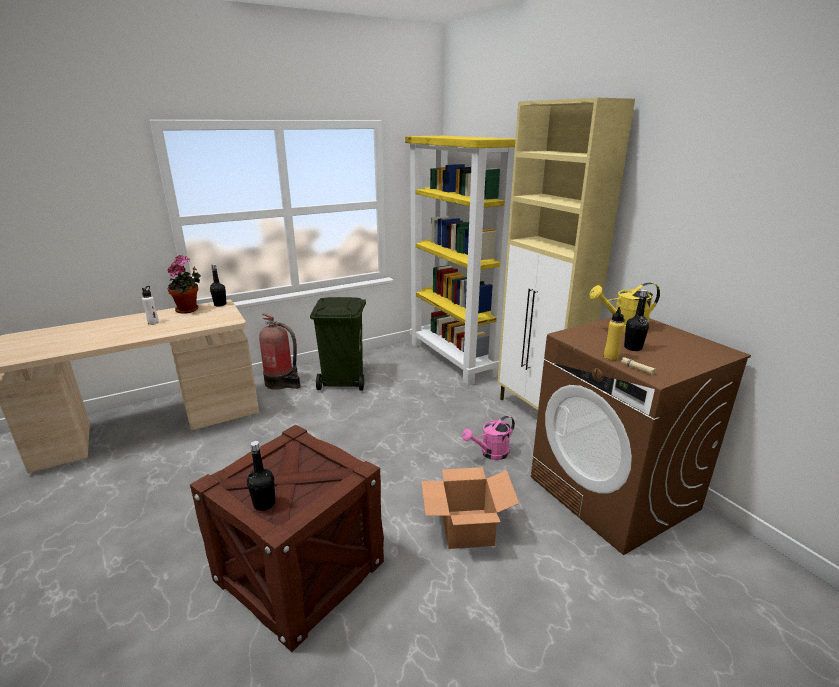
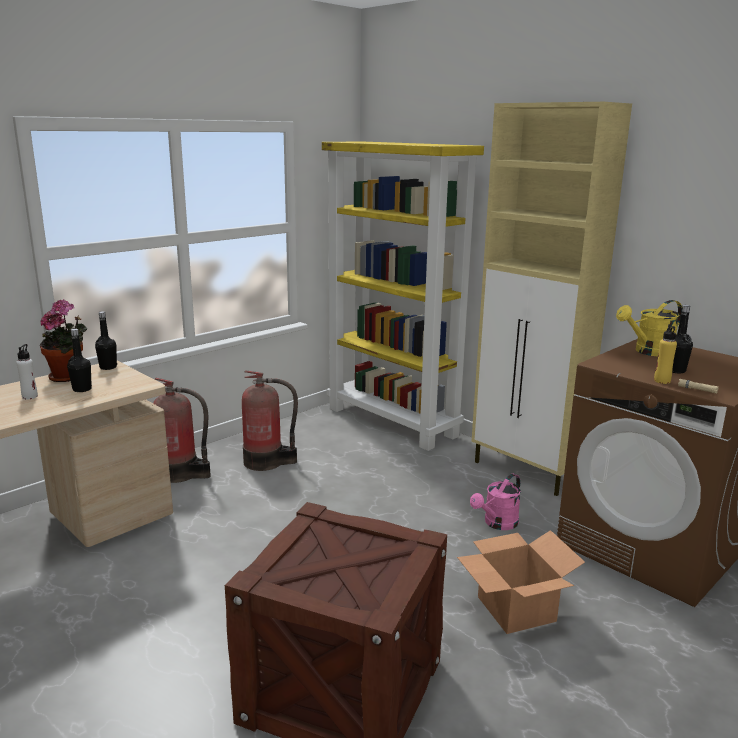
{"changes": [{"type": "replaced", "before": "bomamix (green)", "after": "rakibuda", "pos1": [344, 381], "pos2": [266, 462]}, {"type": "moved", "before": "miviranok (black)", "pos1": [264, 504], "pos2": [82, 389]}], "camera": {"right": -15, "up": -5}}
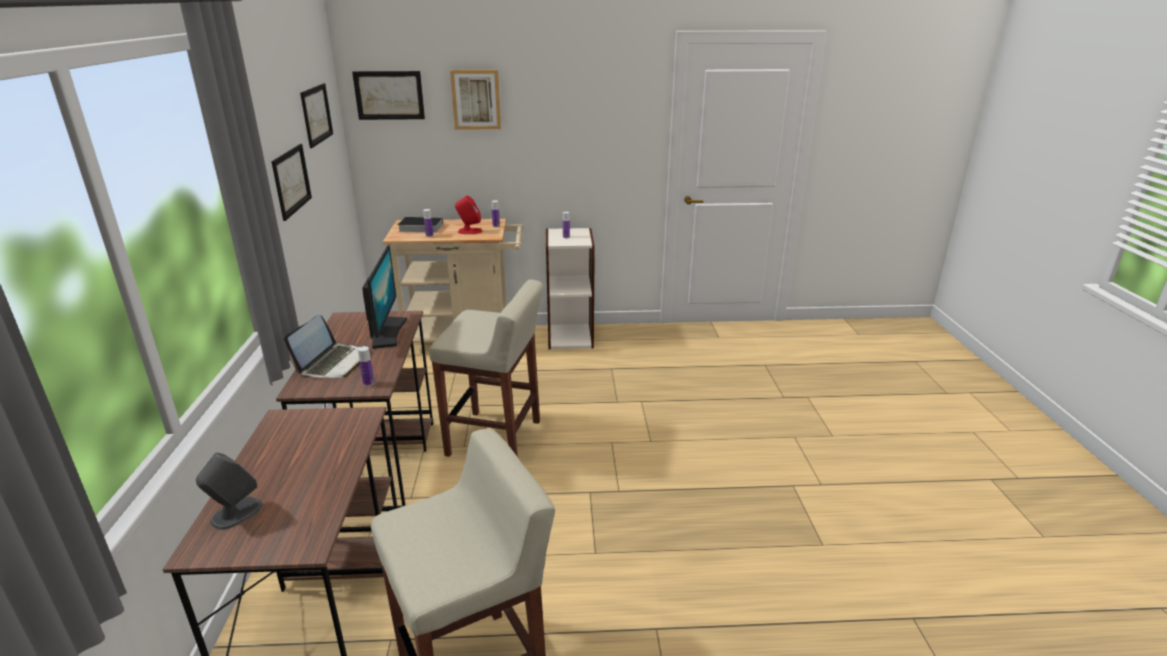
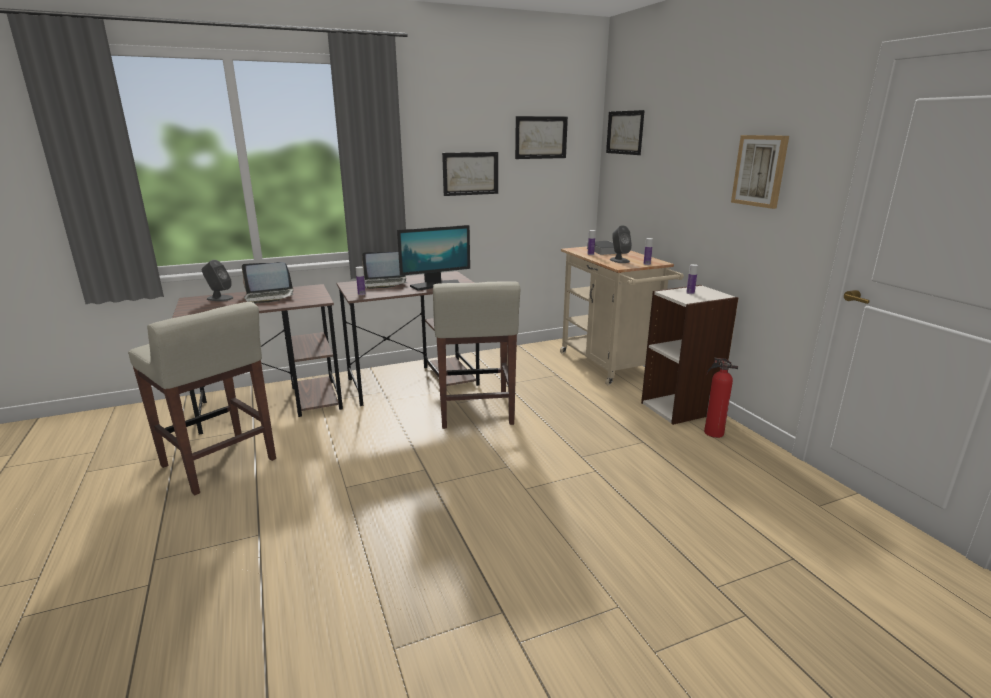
{"changes": [{"type": "moved", "before": "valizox", "pos1": [476, 99], "pos2": [760, 171]}, {"type": "recoloured", "before": "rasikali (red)", "after": "rasikali (grey)", "pos1": [469, 231], "pos2": [619, 260]}, {"type": "added", "after": "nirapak", "pos2": [269, 297]}, {"type": "added", "after": "rakibuda", "pos2": [712, 432]}], "camera": {"right": 70, "up": -5}}
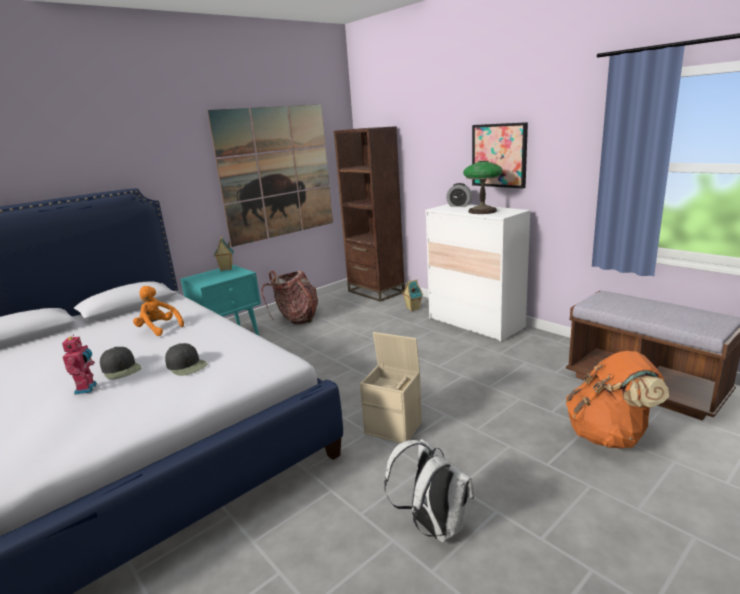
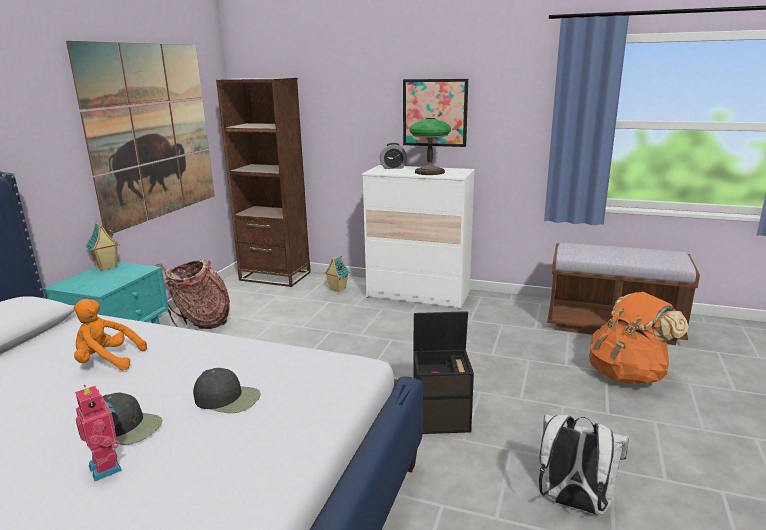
{"changes": [{"type": "recoloured", "before": "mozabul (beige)", "after": "mozabul (black)", "pos1": [394, 427], "pos2": [442, 418]}], "camera": {"right": -30, "up": 0}}
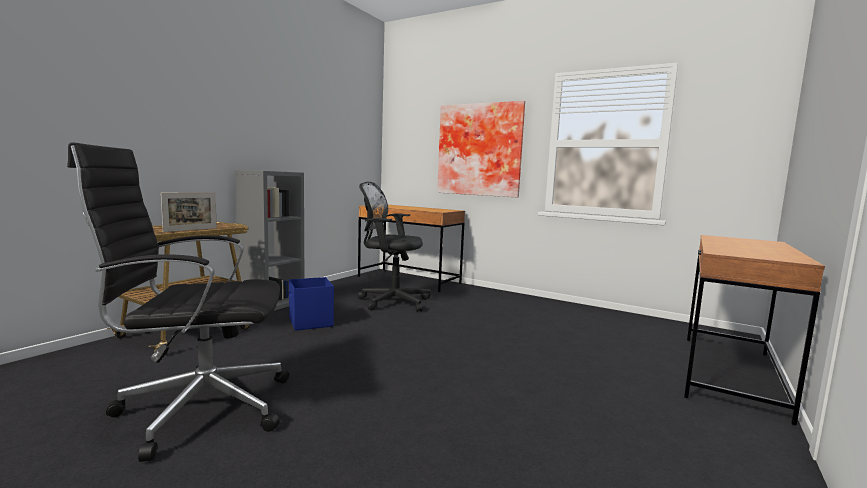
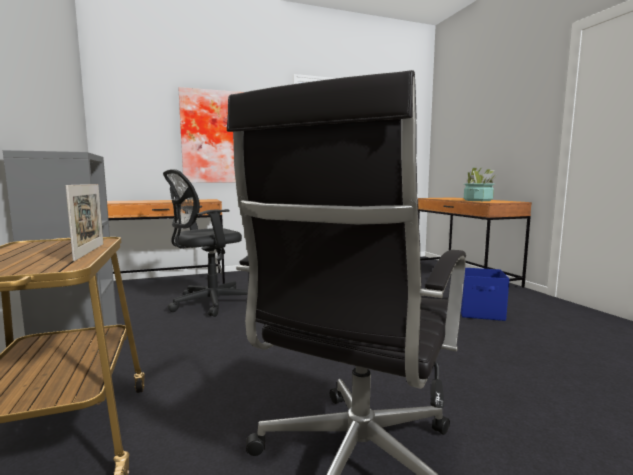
{"changes": [{"type": "moved", "before": "mozabul (blue)", "pos1": [310, 322], "pos2": [481, 313]}, {"type": "added", "after": "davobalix", "pos2": [478, 200]}], "camera": {"right": -50, "up": 0}}
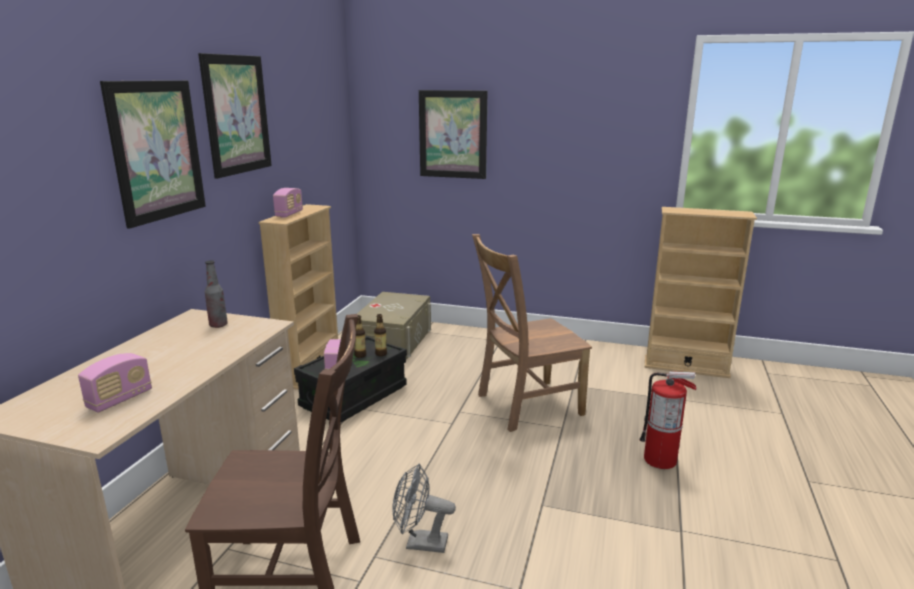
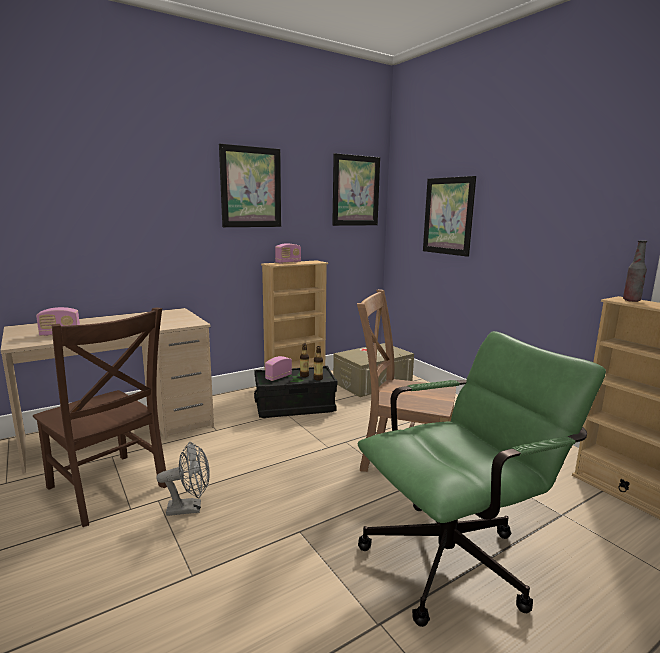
{"changes": [{"type": "moved", "before": "valizox", "pos1": [157, 151], "pos2": [356, 191]}, {"type": "moved", "before": "miviranok", "pos1": [218, 325], "pos2": [631, 300]}, {"type": "replaced", "before": "rakibuda", "after": "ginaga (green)", "pos1": [660, 460], "pos2": [458, 556]}, {"type": "turned", "before": "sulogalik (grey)", "pos1": [420, 543], "pos2": [190, 508], "turn": 120}], "camera": {"right": 40, "up": -5}}
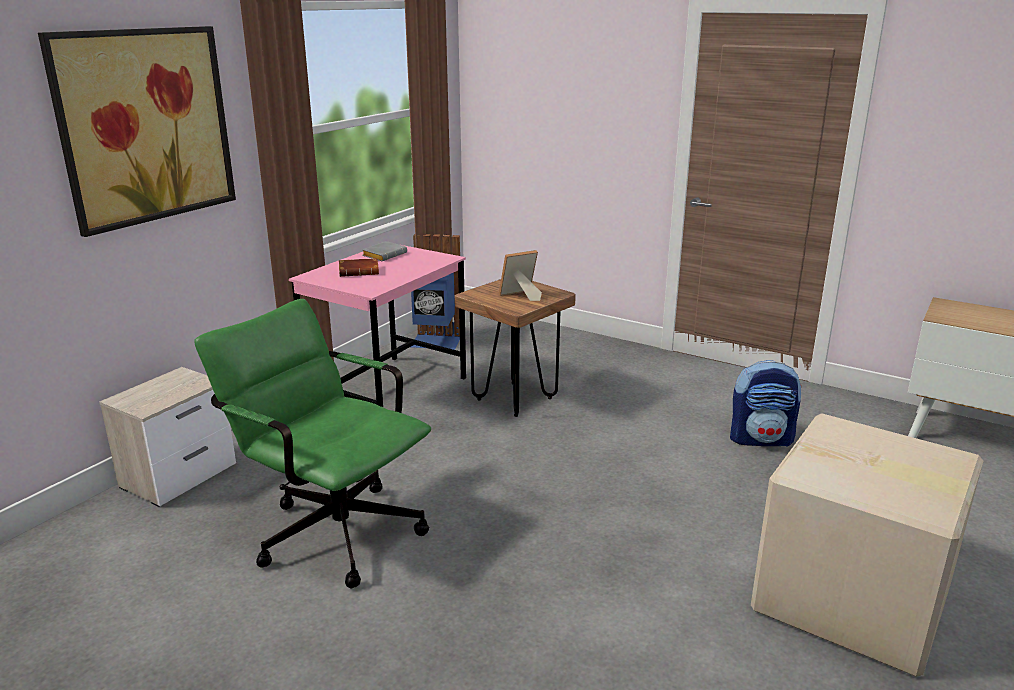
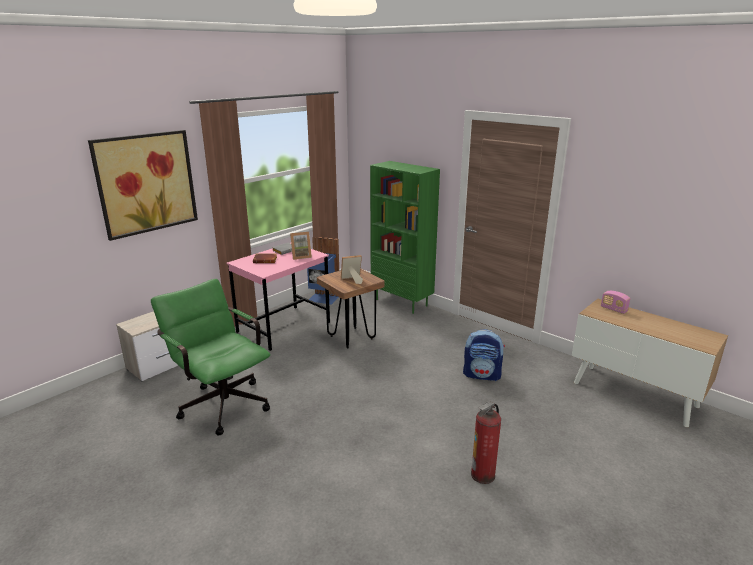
{"changes": [{"type": "replaced", "before": "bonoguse", "after": "rakibuda", "pos1": [853, 601], "pos2": [483, 475]}, {"type": "added", "after": "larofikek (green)", "pos2": [402, 302]}, {"type": "added", "after": "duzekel", "pos2": [301, 256]}, {"type": "added", "after": "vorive", "pos2": [613, 309]}], "camera": {"right": 10, "up": 0}}
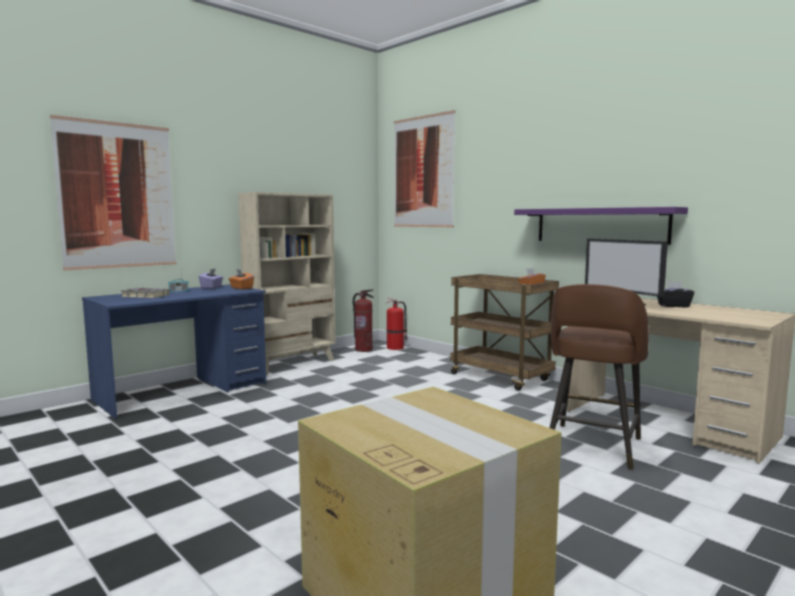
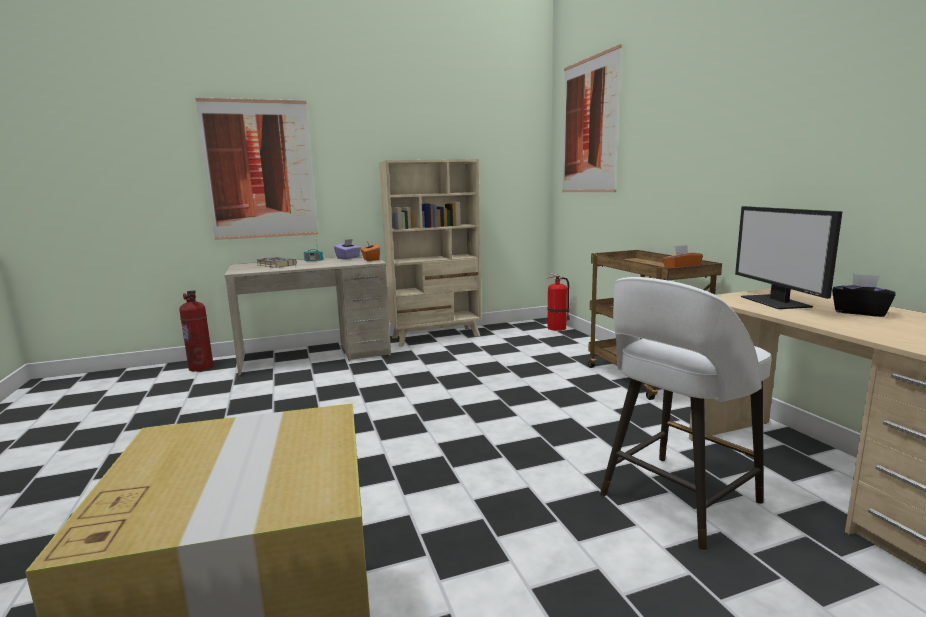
{"changes": [{"type": "removed", "before": "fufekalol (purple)", "pos1": [600, 225]}, {"type": "recoloured", "before": "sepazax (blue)", "after": "sepazax (beige)", "pos1": [183, 391], "pos2": [316, 355]}, {"type": "recoloured", "before": "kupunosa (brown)", "after": "kupunosa (white)", "pos1": [592, 447], "pos2": [676, 500]}, {"type": "moved", "before": "rakibuda", "pos1": [363, 349], "pos2": [201, 367]}], "camera": {"right": 25, "up": 5}}
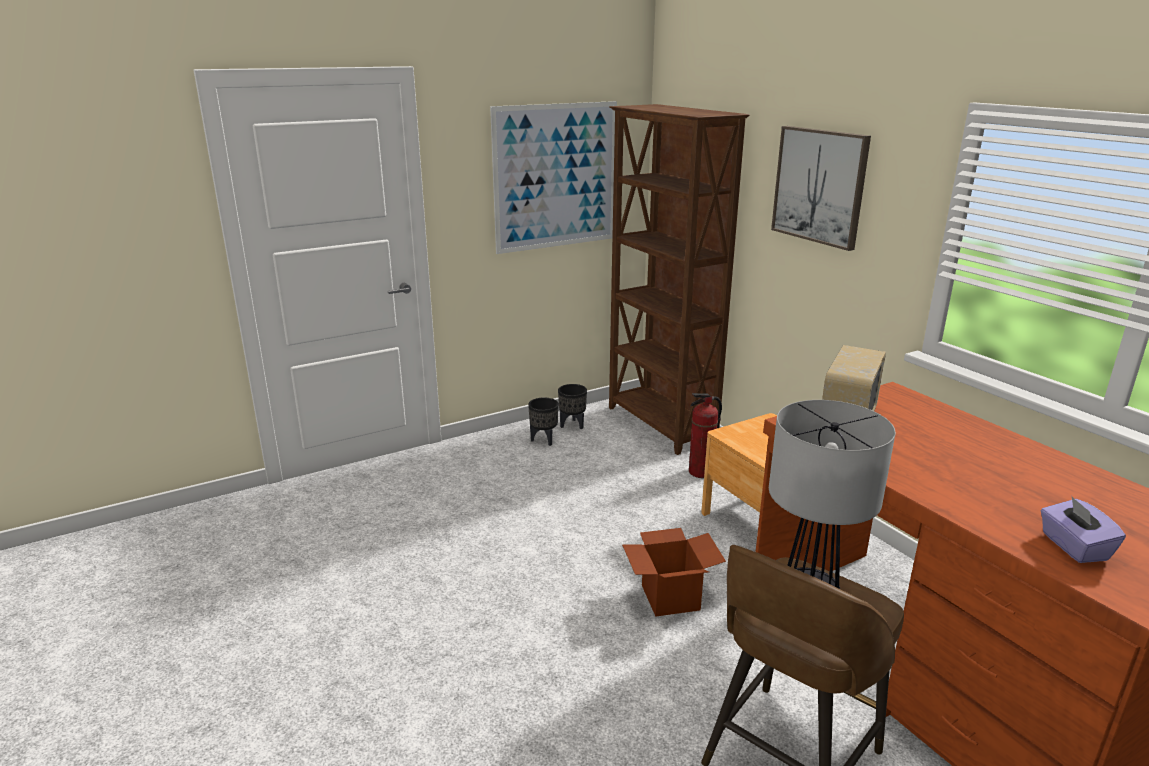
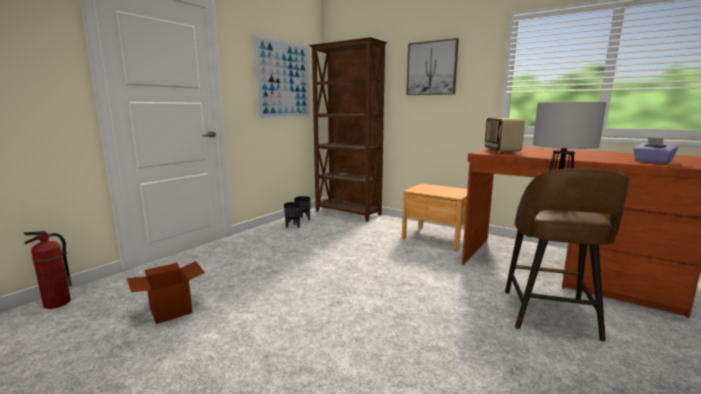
{"changes": [{"type": "moved", "before": "rakibuda", "pos1": [700, 472], "pos2": [57, 303]}, {"type": "moved", "before": "bonoguse", "pos1": [670, 597], "pos2": [171, 310]}], "camera": {"right": -25, "up": -10}}
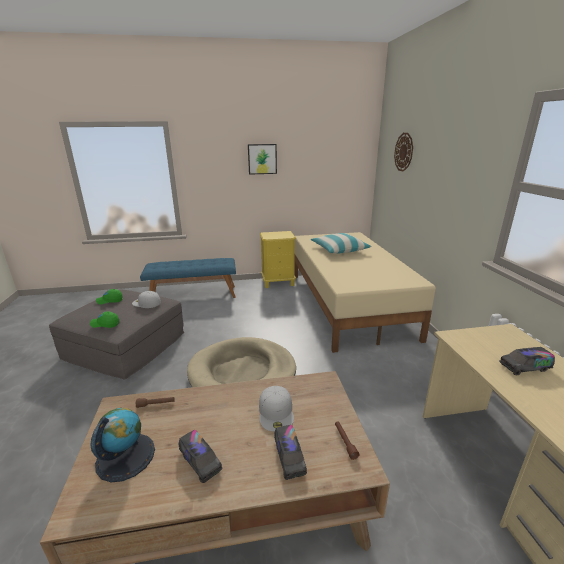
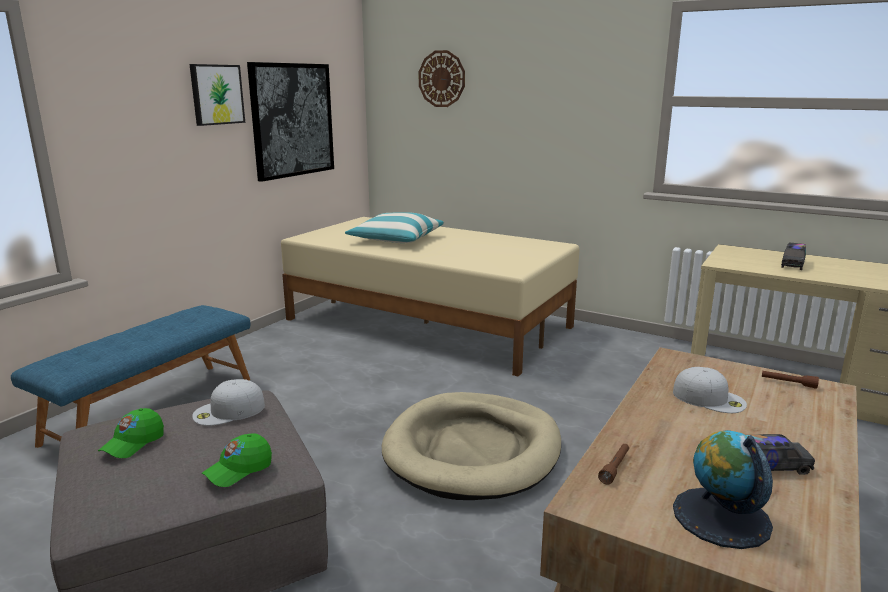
{"changes": [{"type": "removed", "before": "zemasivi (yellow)", "pos1": [278, 282]}, {"type": "removed", "before": "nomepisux", "pos1": [289, 457]}, {"type": "added", "after": "valizox", "pos2": [292, 120]}], "camera": {"right": -50, "up": -5}}
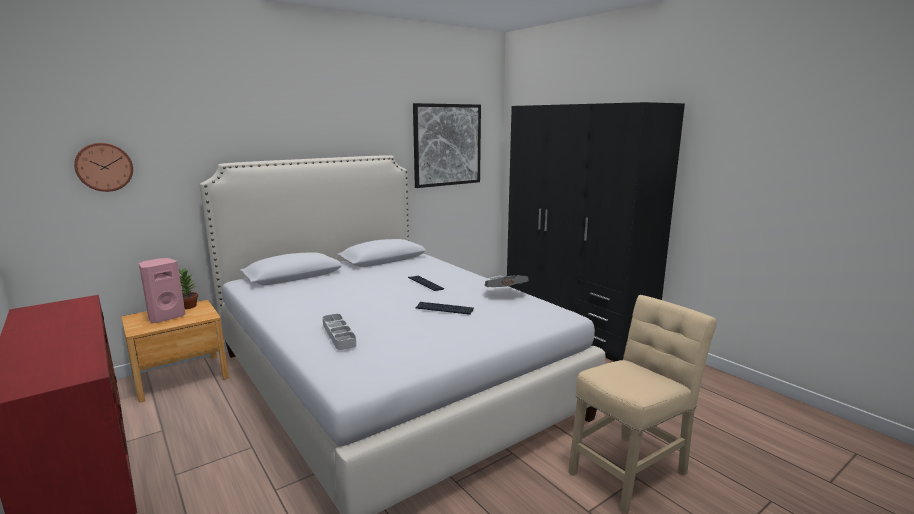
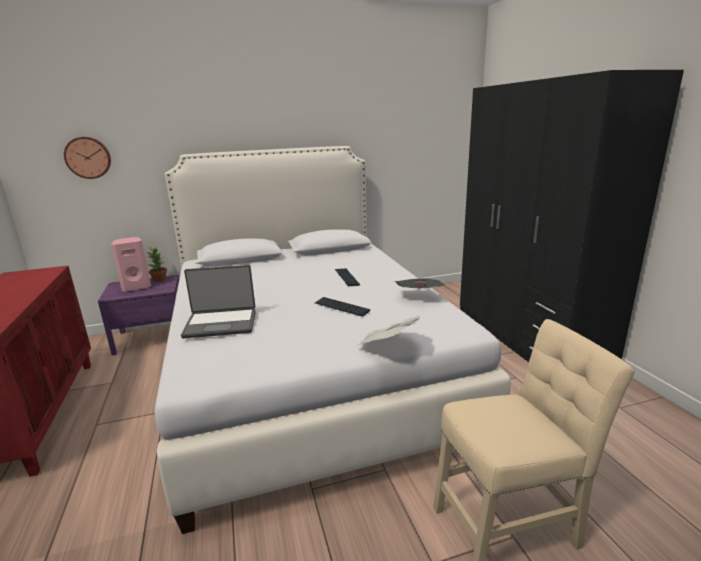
{"changes": [{"type": "removed", "before": "valizox", "pos1": [447, 145]}, {"type": "recoloured", "before": "zemasivi (brown)", "after": "zemasivi (purple)", "pos1": [180, 377], "pos2": [151, 337]}, {"type": "replaced", "before": "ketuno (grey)", "after": "nirapak", "pos1": [339, 335], "pos2": [221, 323]}, {"type": "added", "after": "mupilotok", "pos2": [388, 345]}], "camera": {"right": 20, "up": 5}}
